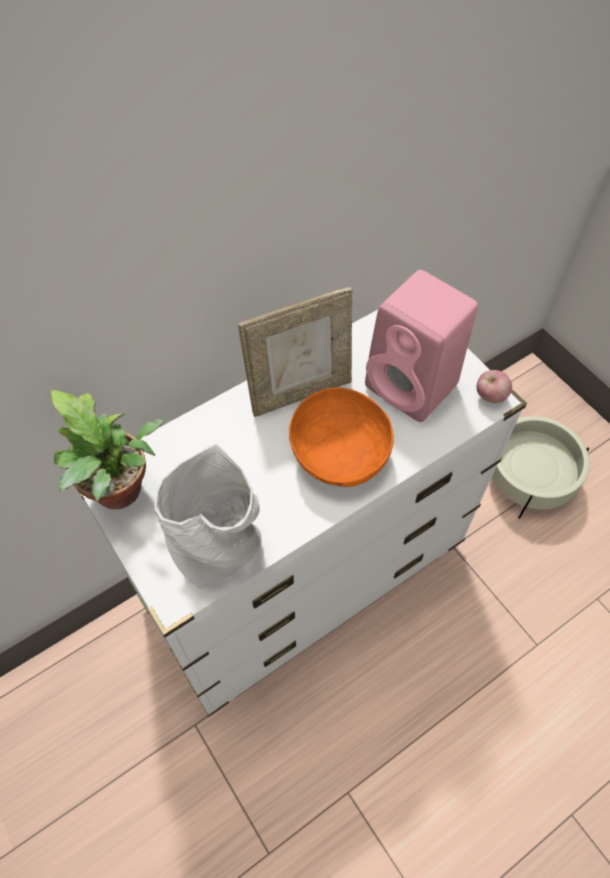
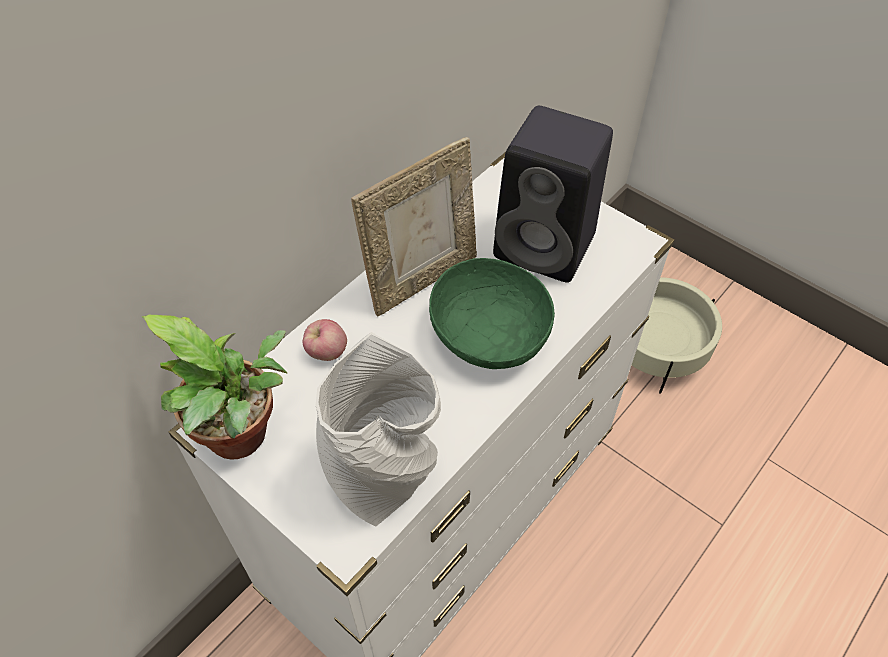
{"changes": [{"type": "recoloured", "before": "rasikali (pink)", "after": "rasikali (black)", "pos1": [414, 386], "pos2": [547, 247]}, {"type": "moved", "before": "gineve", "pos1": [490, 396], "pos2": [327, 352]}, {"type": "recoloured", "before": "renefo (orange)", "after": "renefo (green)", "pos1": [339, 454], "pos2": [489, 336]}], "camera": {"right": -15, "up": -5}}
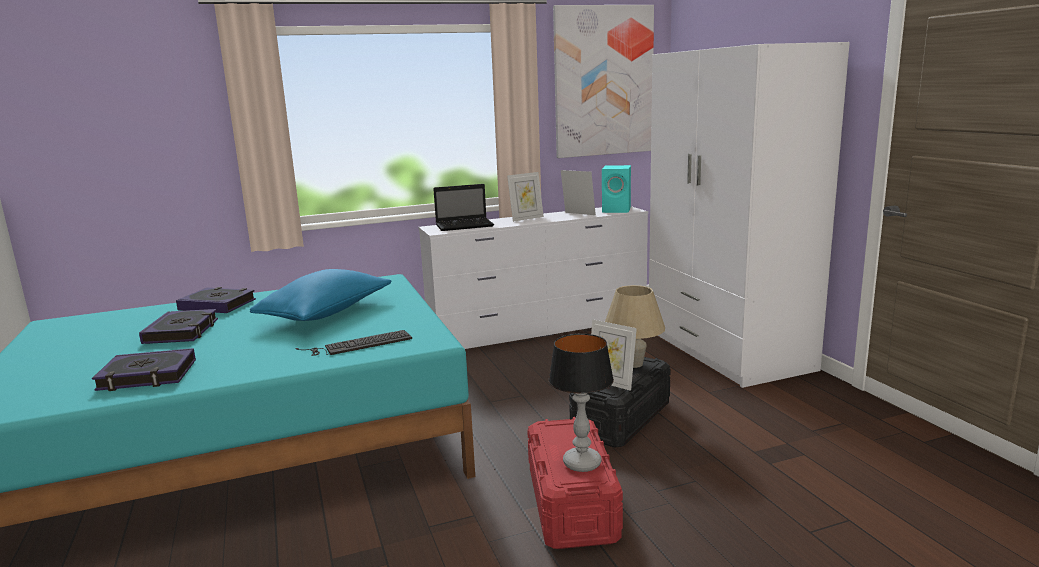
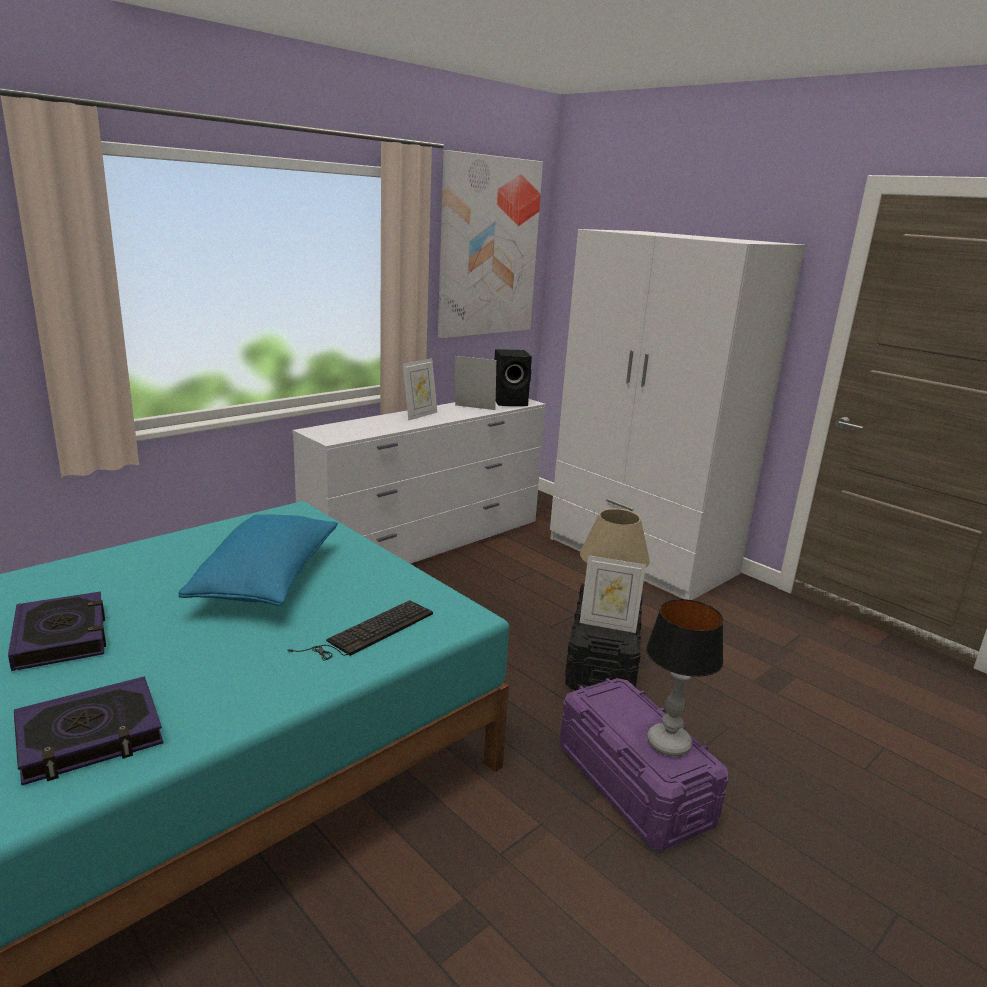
{"changes": [{"type": "recoloured", "before": "rasikali (turquoise)", "after": "rasikali (black)", "pos1": [617, 210], "pos2": [511, 402]}, {"type": "removed", "before": "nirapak", "pos1": [465, 225]}, {"type": "removed", "before": "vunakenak", "pos1": [217, 305]}, {"type": "recoloured", "before": "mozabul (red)", "after": "mozabul (purple)", "pos1": [572, 504], "pos2": [633, 783]}], "camera": {"right": -25, "up": 5}}
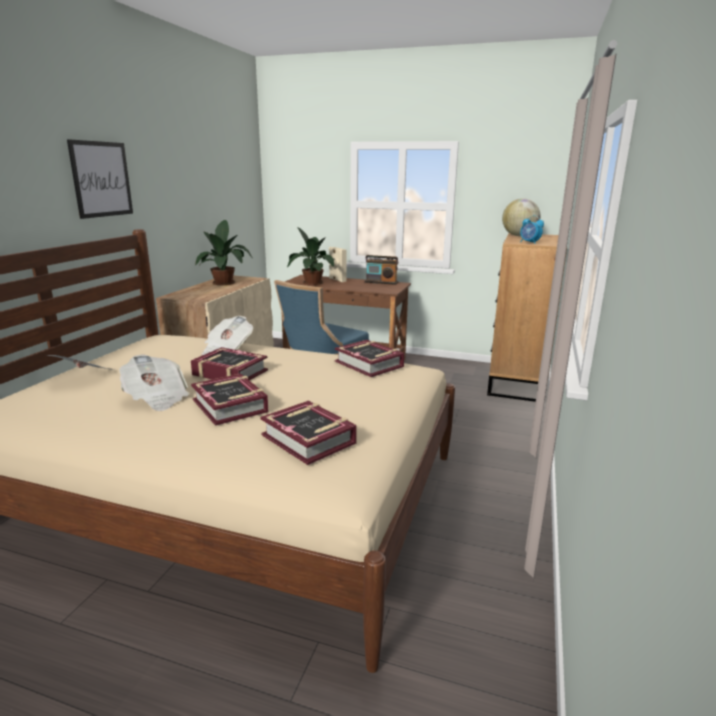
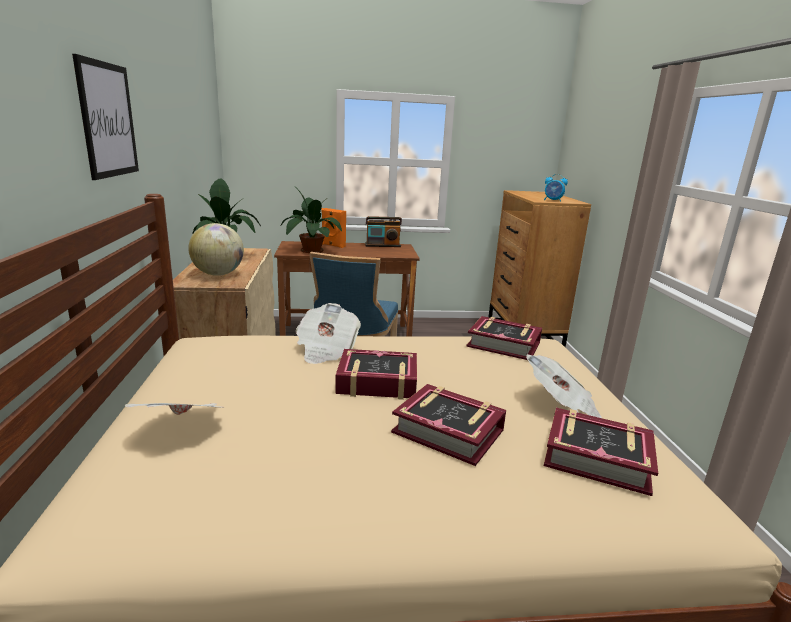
{"changes": [{"type": "moved", "before": "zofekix", "pos1": [519, 236], "pos2": [218, 274]}, {"type": "recoloured", "before": "rasikali (beige)", "after": "rasikali (orange)", "pos1": [337, 280], "pos2": [333, 245]}, {"type": "moved", "before": "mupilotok", "pos1": [156, 398], "pos2": [561, 405]}], "camera": {"right": -25, "up": 0}}
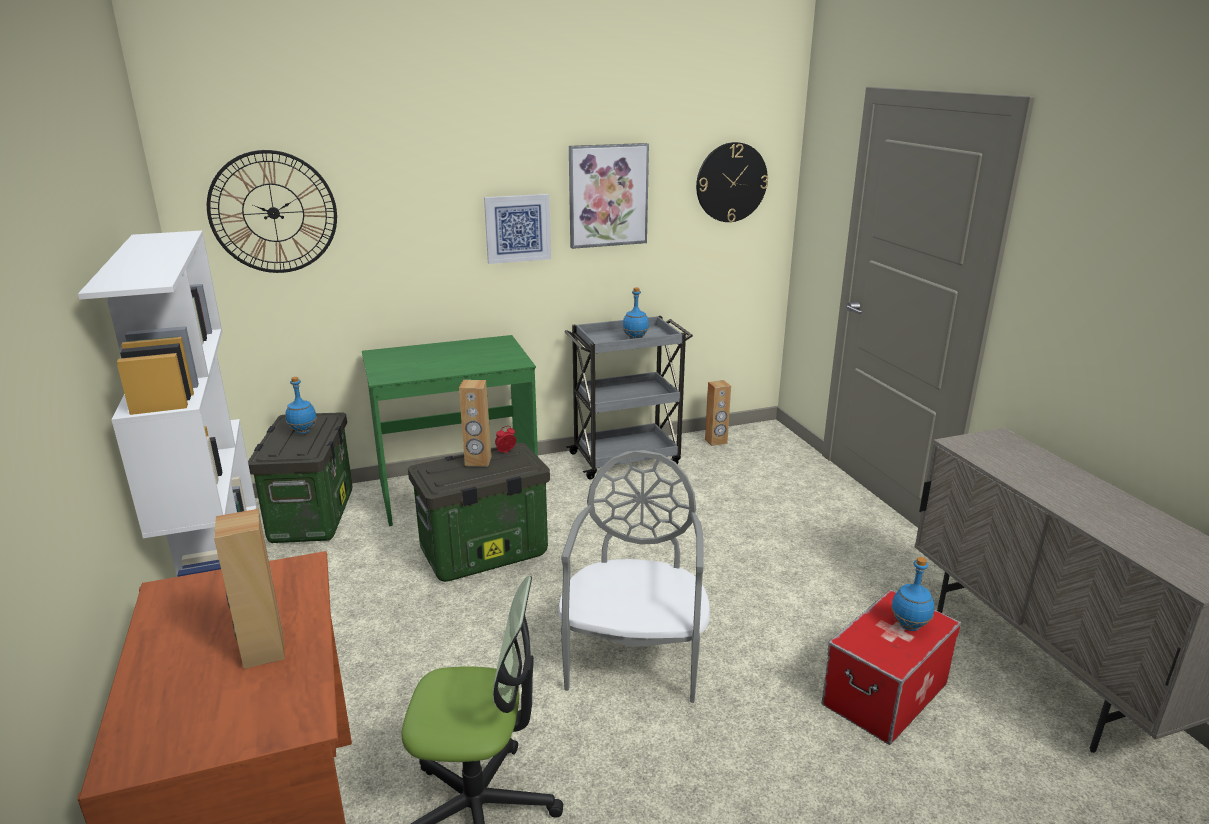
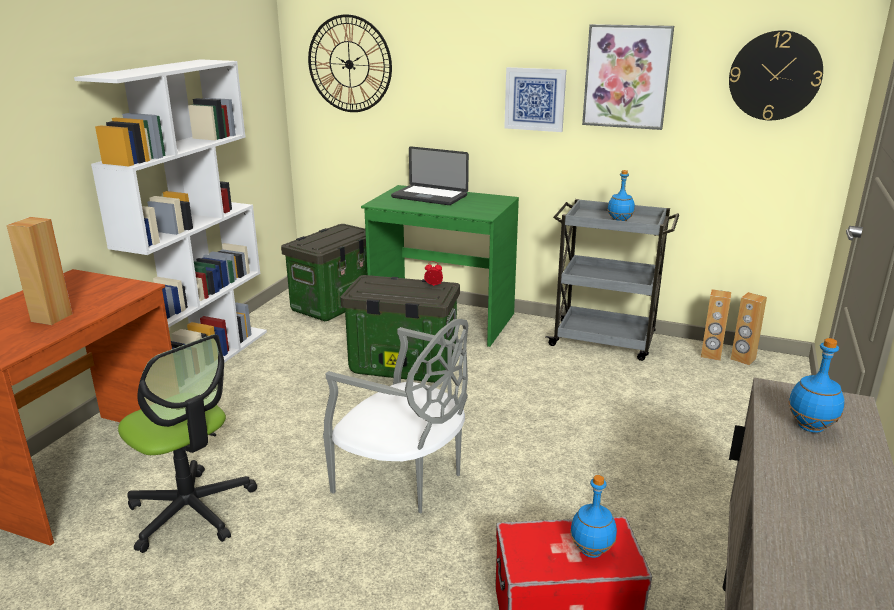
{"changes": [{"type": "moved", "before": "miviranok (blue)", "pos1": [303, 431], "pos2": [810, 427]}, {"type": "moved", "before": "rasikali (brown)", "pos1": [478, 461], "pos2": [743, 359]}, {"type": "turned", "before": "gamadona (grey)", "pos1": [635, 658], "pos2": [403, 478], "turn": 75}, {"type": "added", "after": "nirapak", "pos2": [429, 196]}], "camera": {"right": 40, "up": 0}}
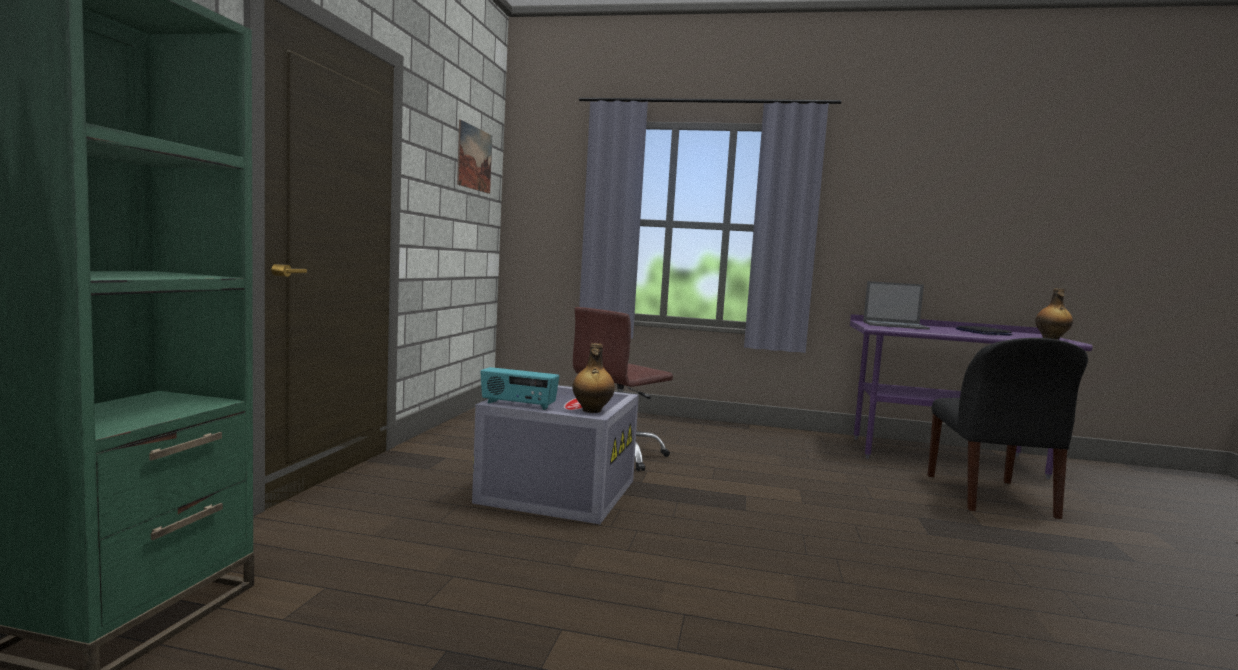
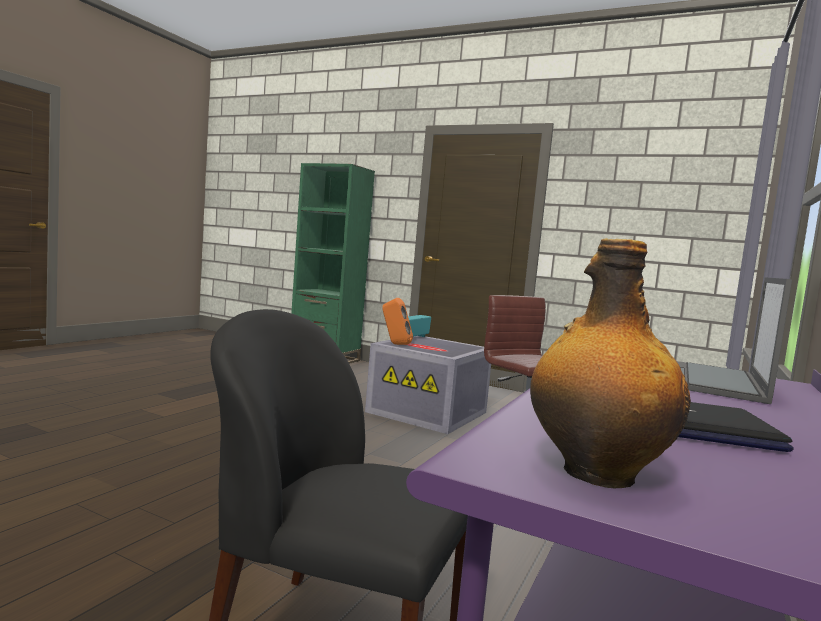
{"changes": [{"type": "removed", "before": "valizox", "pos1": [474, 158]}, {"type": "replaced", "before": "miviranok", "after": "rasikali (orange)", "pos1": [591, 411], "pos2": [395, 344]}], "camera": {"right": 105, "up": 0}}
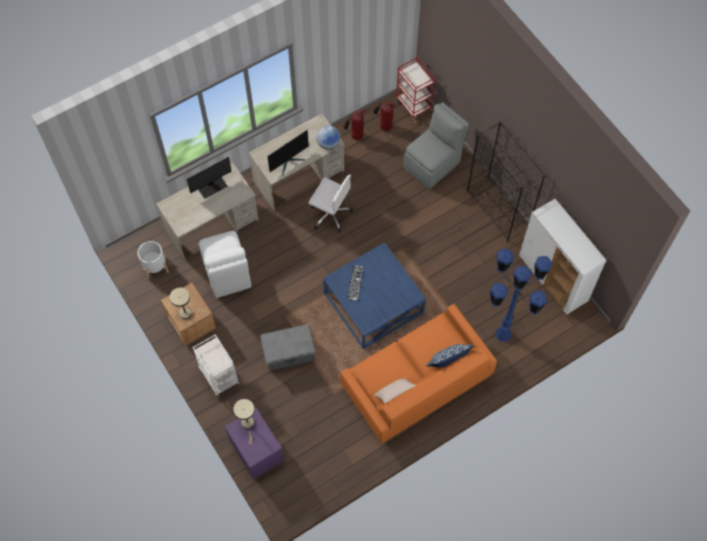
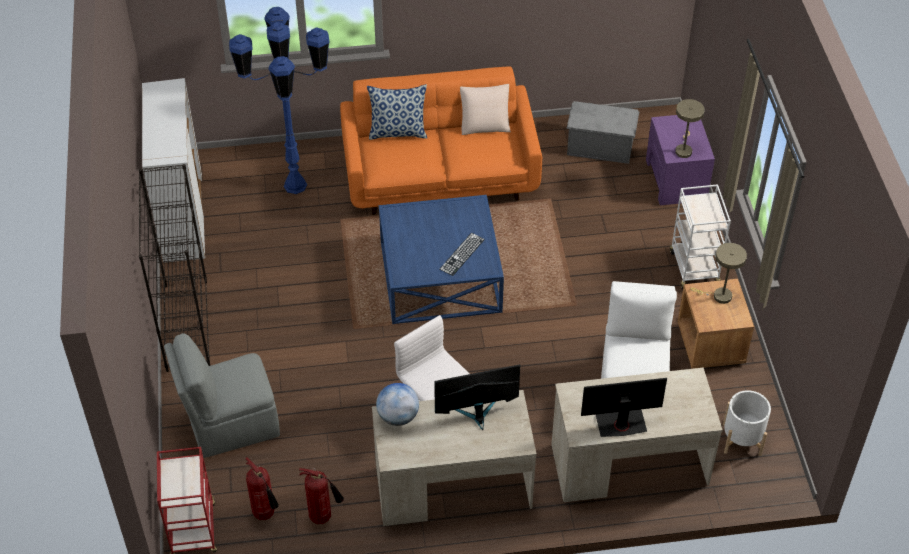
{"changes": [{"type": "moved", "before": "mozabul (grey)", "pos1": [289, 354], "pos2": [600, 145]}], "camera": {"right": -155, "up": -15}}
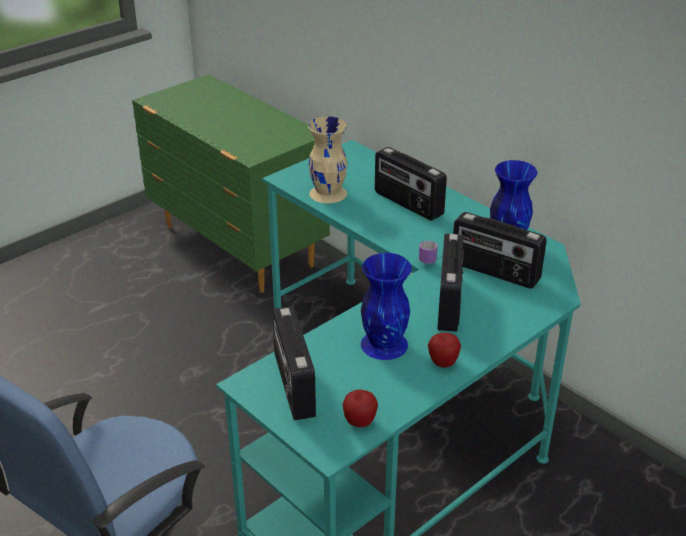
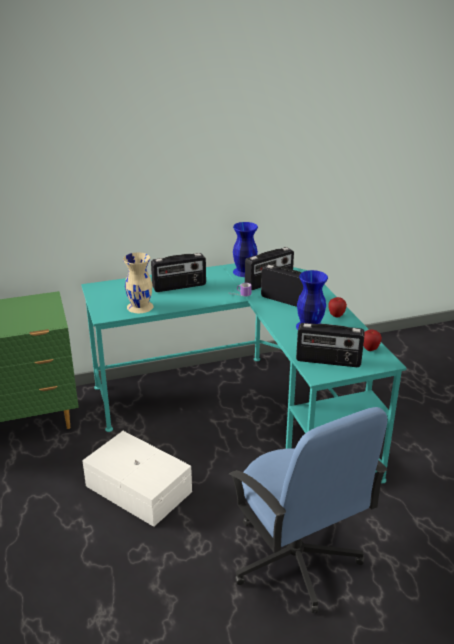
{"changes": [{"type": "added", "after": "mozabul (white)", "pos2": [139, 487]}], "camera": {"right": -65, "up": -5}}
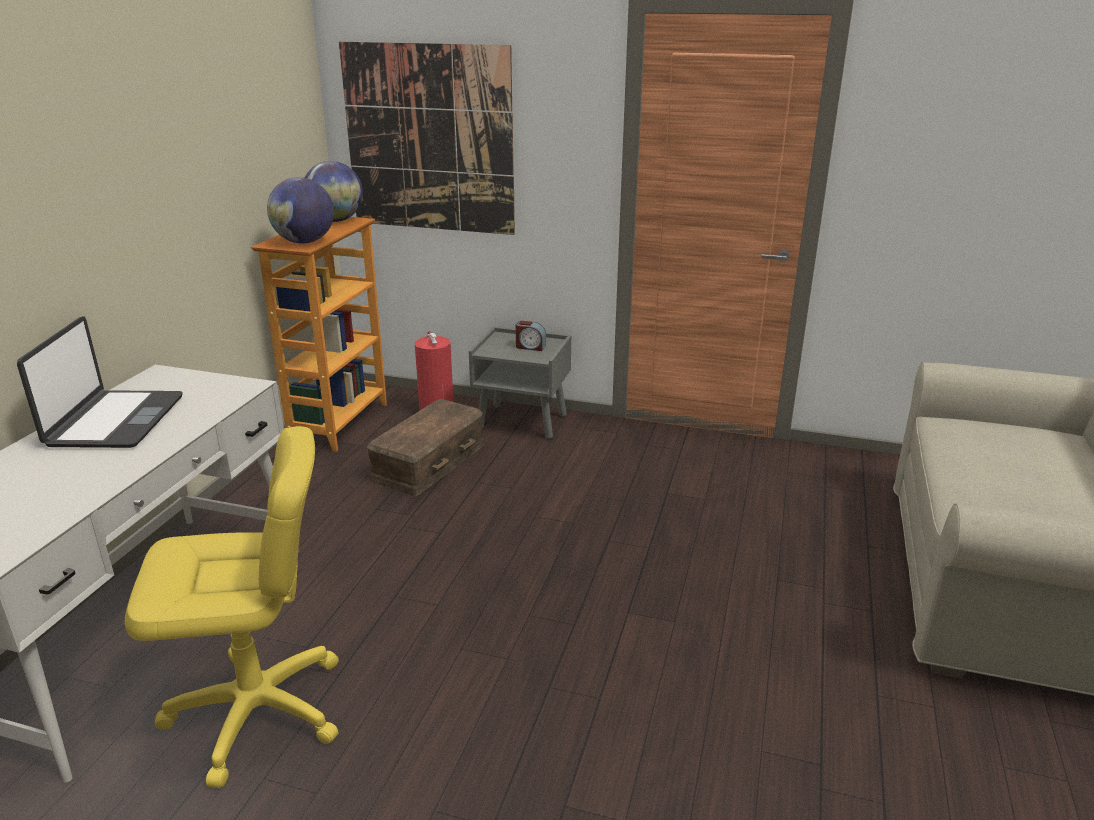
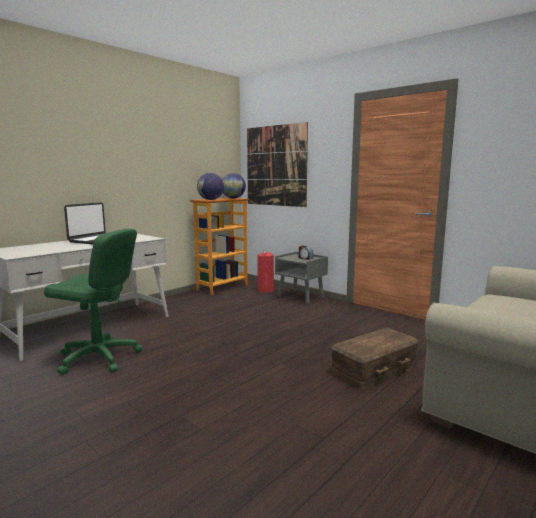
{"changes": [{"type": "moved", "before": "mozabul (brown)", "pos1": [428, 461], "pos2": [373, 368]}, {"type": "recoloured", "before": "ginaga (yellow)", "after": "ginaga (green)", "pos1": [257, 711], "pos2": [98, 358]}], "camera": {"right": 25, "up": -15}}
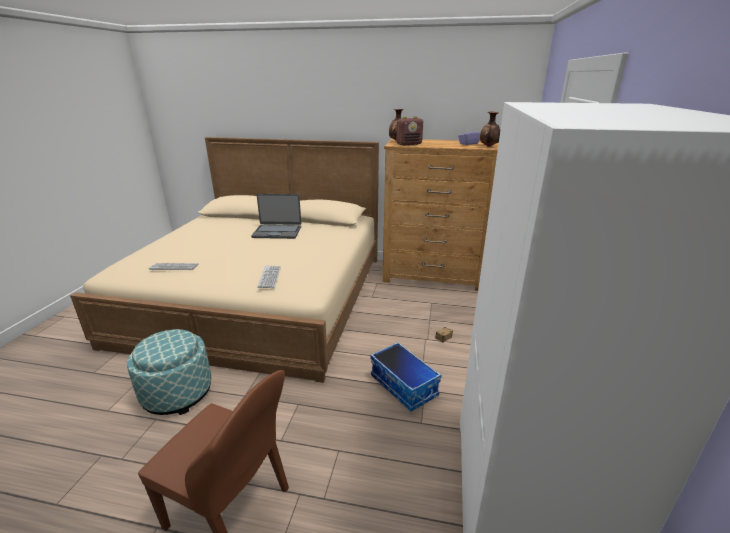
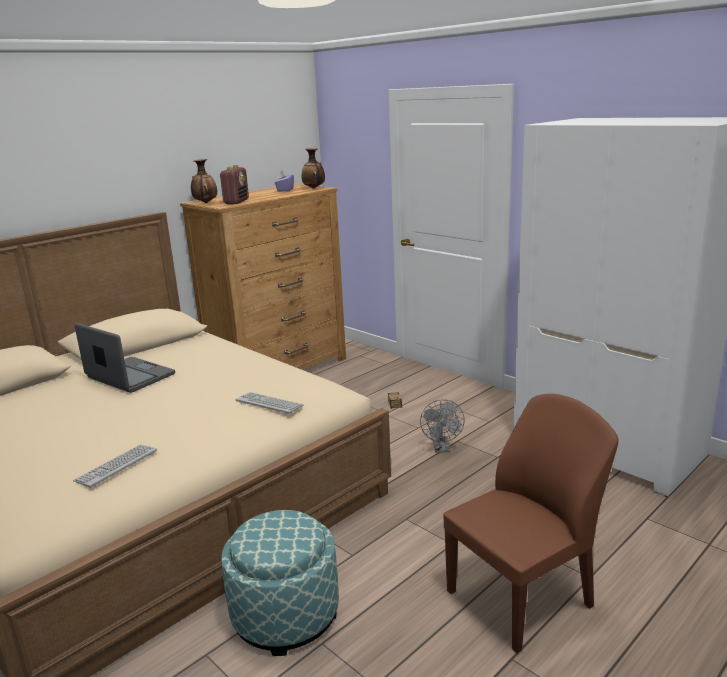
{"changes": [{"type": "turned", "before": "nirapak", "pos1": [277, 232], "pos2": [129, 376], "turn": -90}, {"type": "replaced", "before": "mozabul", "after": "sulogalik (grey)", "pos1": [404, 386], "pos2": [442, 448]}], "camera": {"right": -55, "up": -5}}
